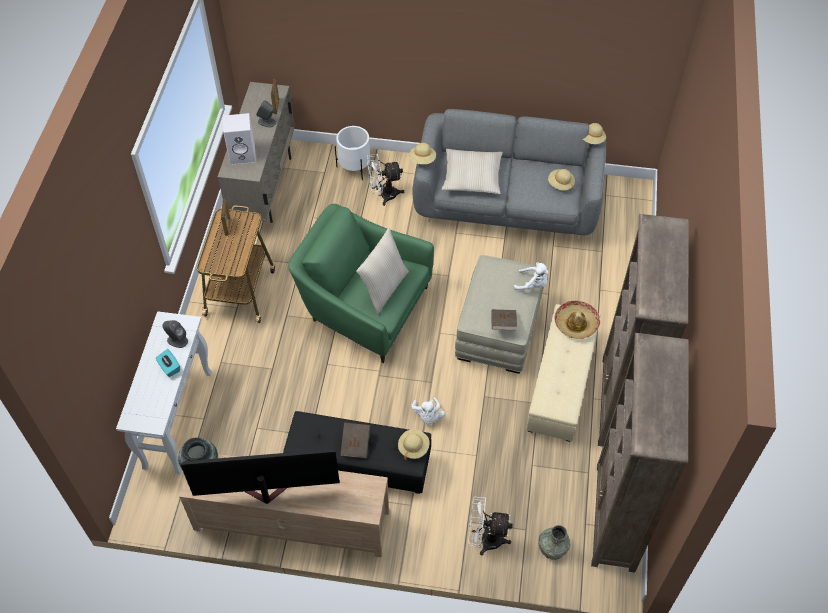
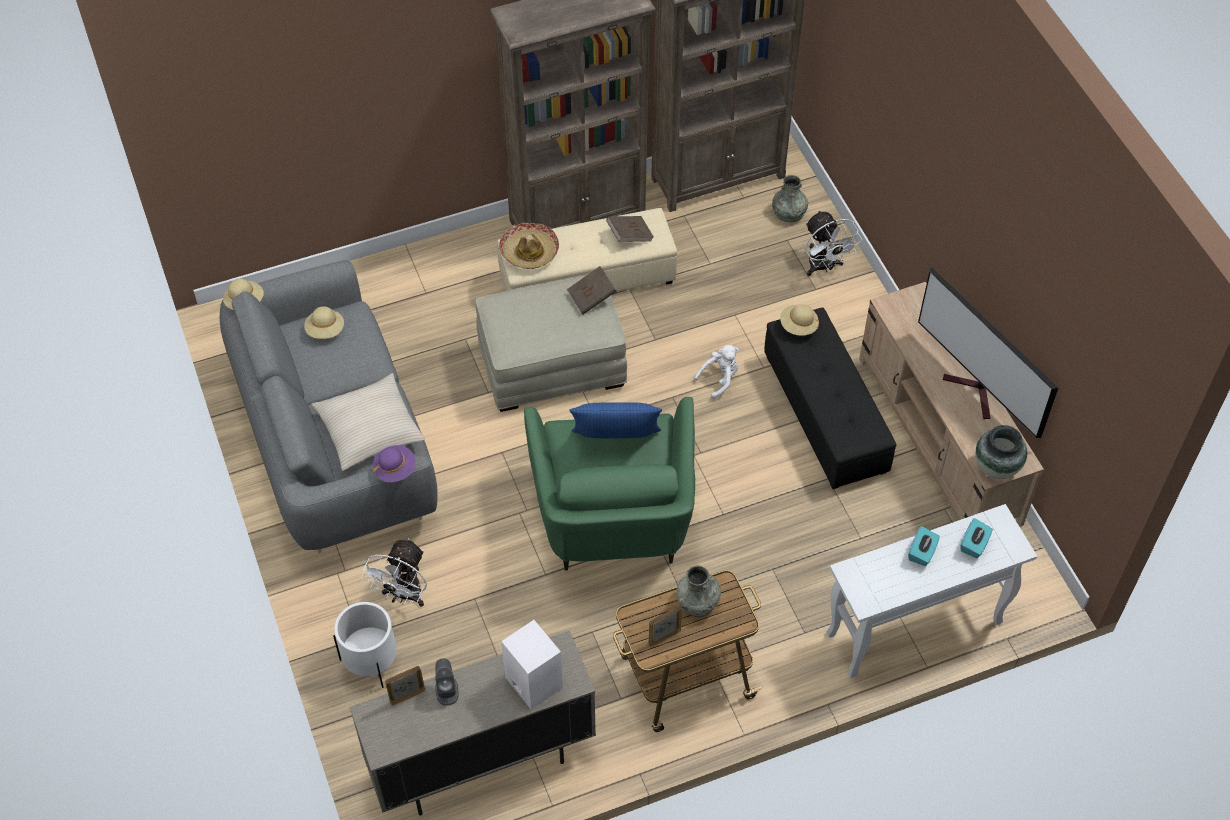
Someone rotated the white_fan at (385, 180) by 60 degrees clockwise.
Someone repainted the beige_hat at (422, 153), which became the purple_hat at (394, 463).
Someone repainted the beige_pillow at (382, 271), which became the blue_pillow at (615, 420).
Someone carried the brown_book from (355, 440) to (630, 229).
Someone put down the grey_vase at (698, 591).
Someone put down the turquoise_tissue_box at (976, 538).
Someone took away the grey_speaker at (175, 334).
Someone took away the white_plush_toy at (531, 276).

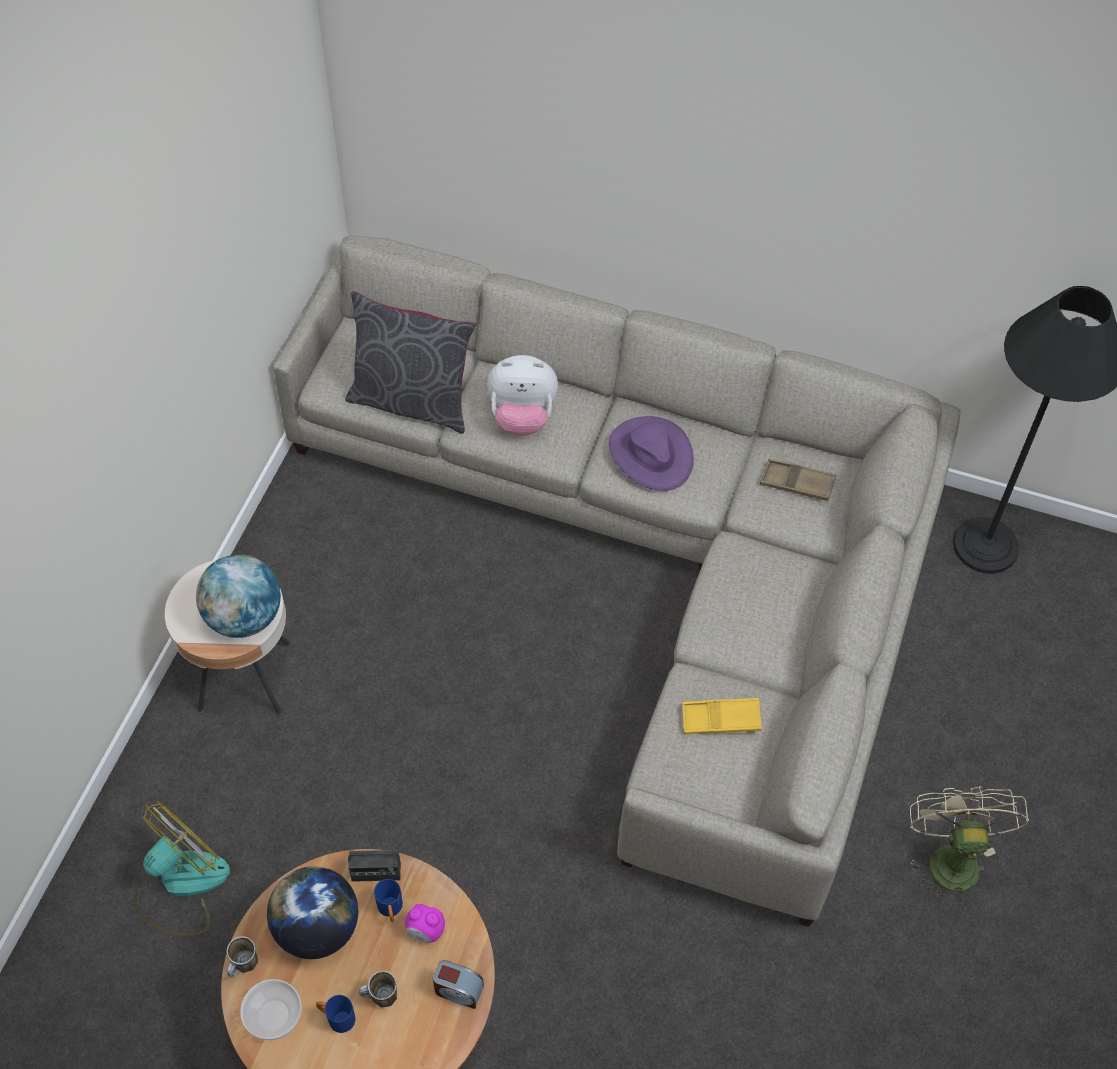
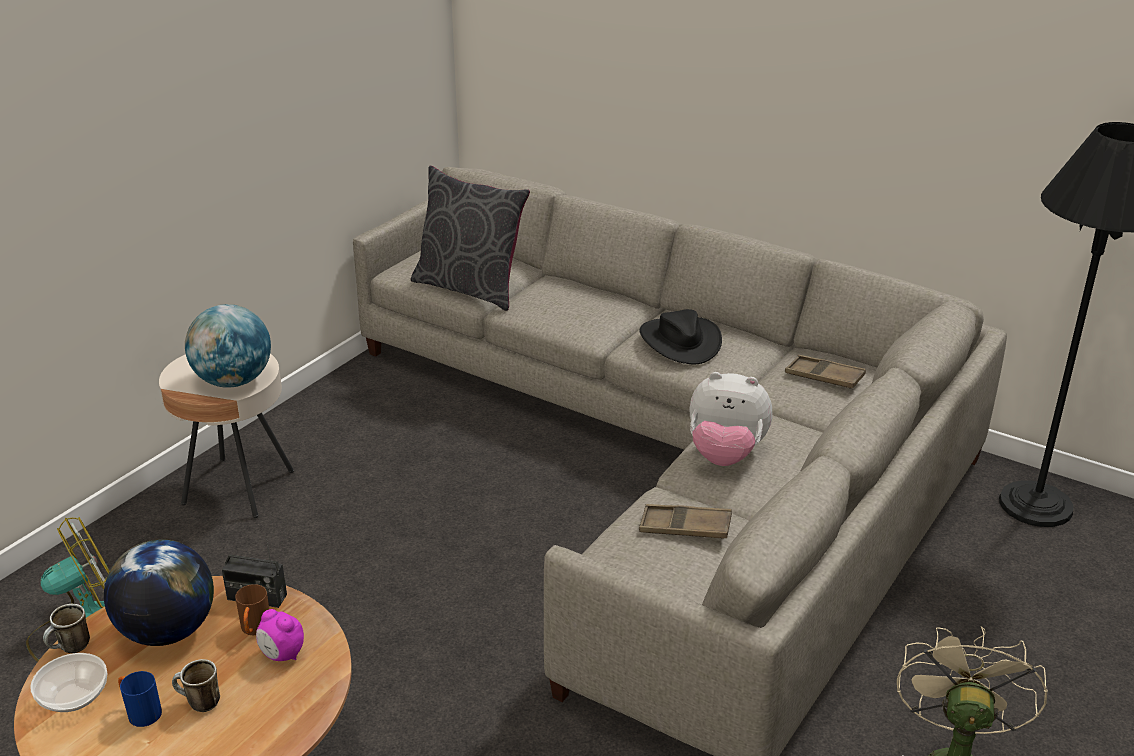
Someone repainted the blue_mug at (388, 900), which became the brown_mug at (252, 609).
Someone repainted the purple_hat at (651, 453), which became the black_hat at (680, 336).
Someone repainted the yellow_tray at (722, 716), which became the brown_tray at (685, 521).
Someone carried the plush_toy from (522, 395) to (731, 419).
Someone took away the alarm_clock at (458, 984).

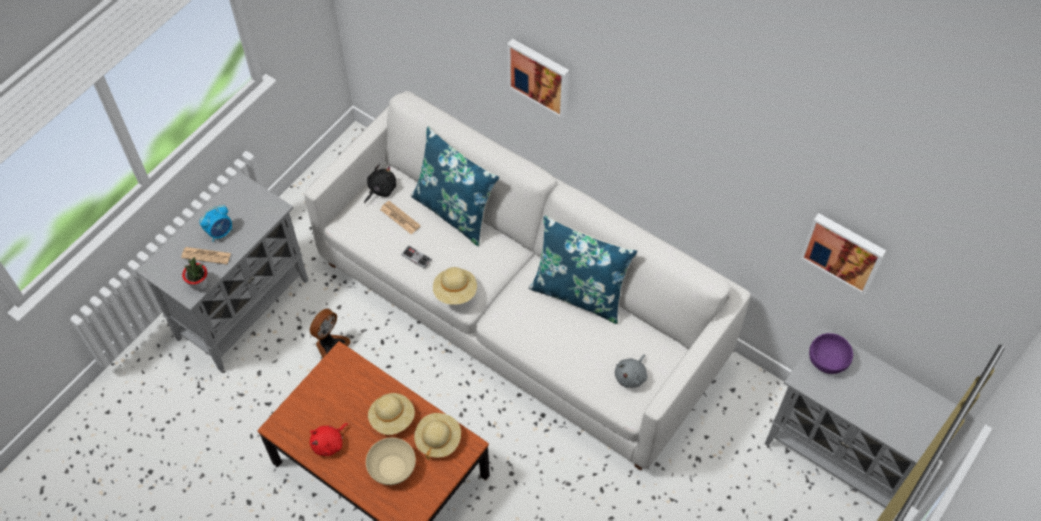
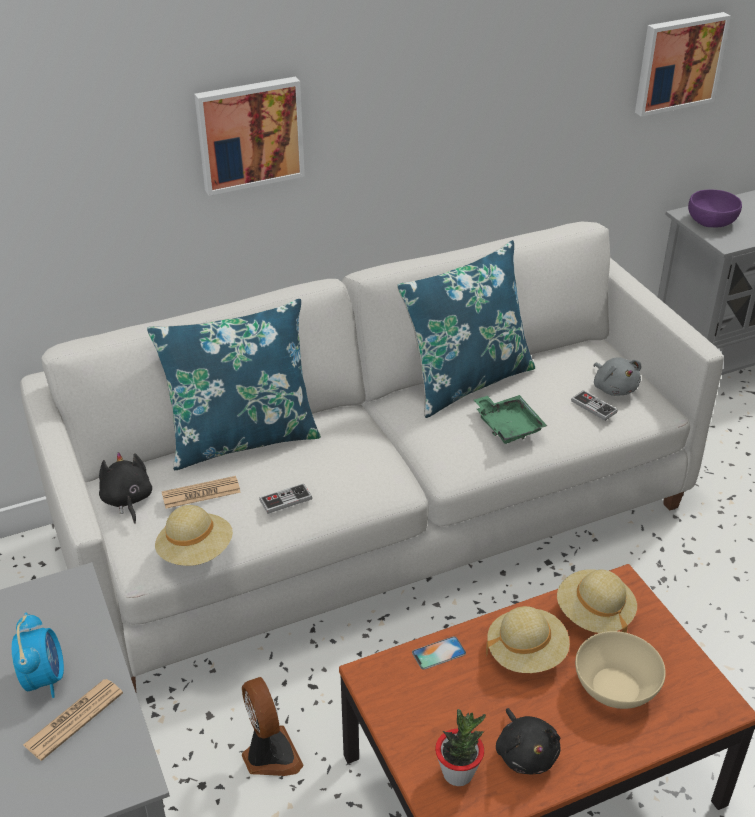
Someone carried the beige_hat from (455, 286) to (194, 535).
Someone put down the phone at (439, 653).
Someone carried the potted_plant from (194, 274) to (460, 747).
Someone put down the green_tray at (510, 419).
Someone repainted the red_plush_toy at (329, 439), which became the black_plush_toy at (528, 741).
Someone put down the game_controller at (594, 405).

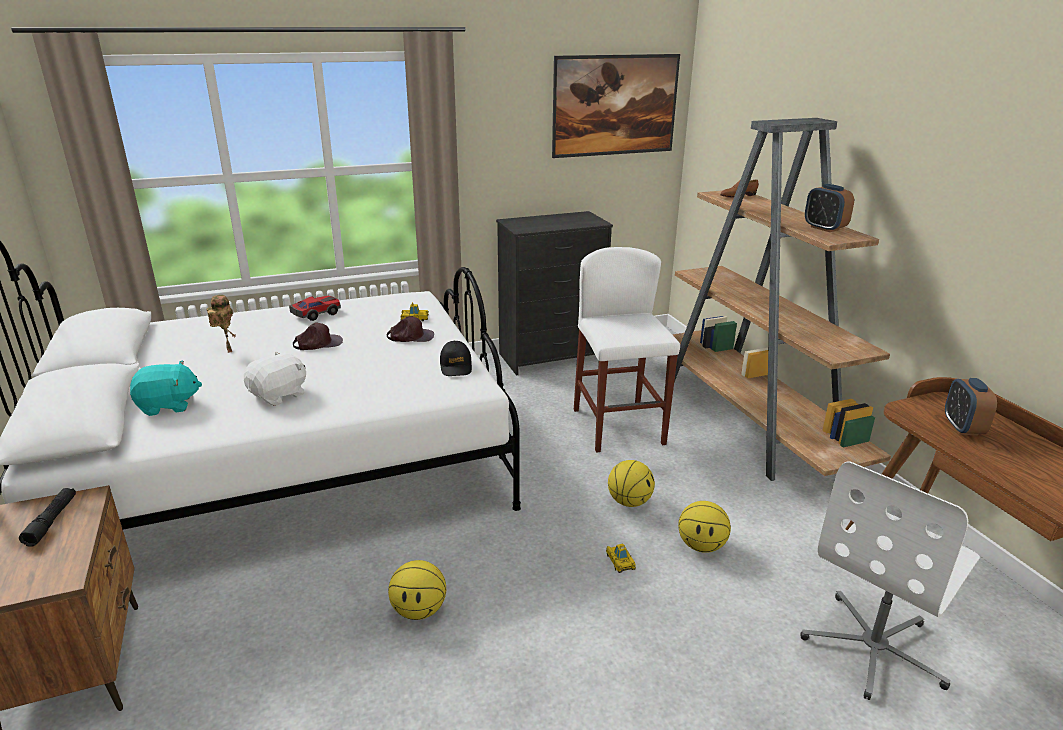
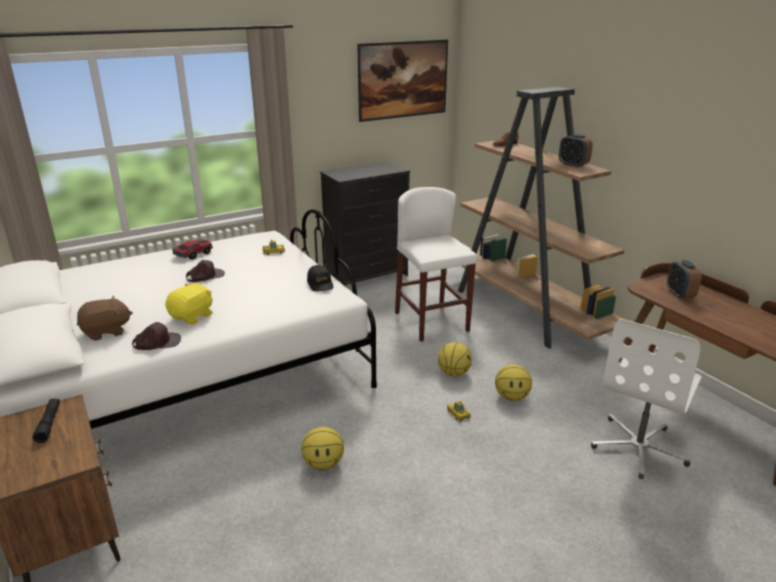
Someone repainted the turquoise_plush_toy at (166, 388), which became the brown_plush_toy at (105, 318).
Someone carried the brown_cap from (410, 329) to (156, 336).
Someone repainted the white_plush_toy at (275, 379), which became the yellow_plush_toy at (189, 303).
Someone took away the toy_robot at (221, 324).

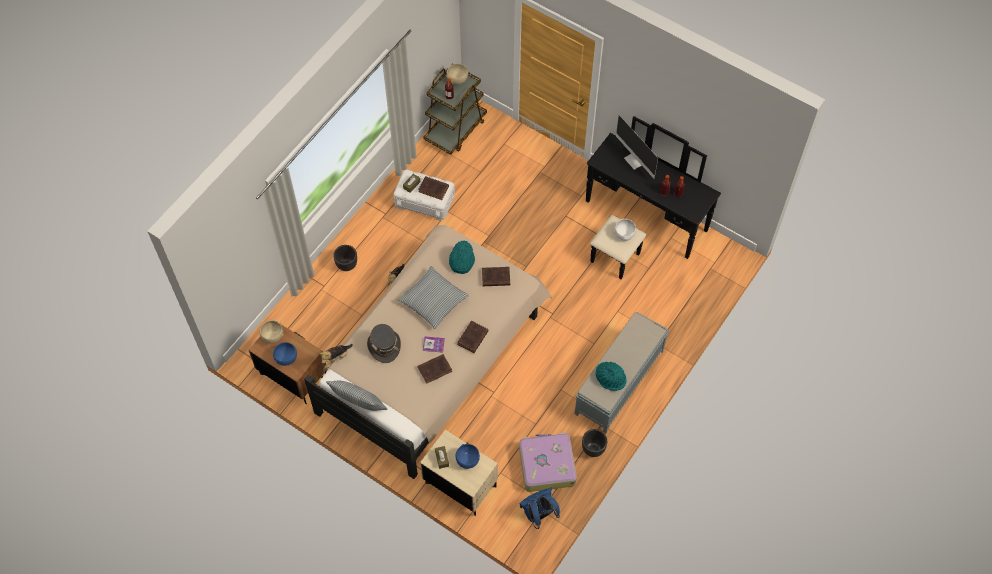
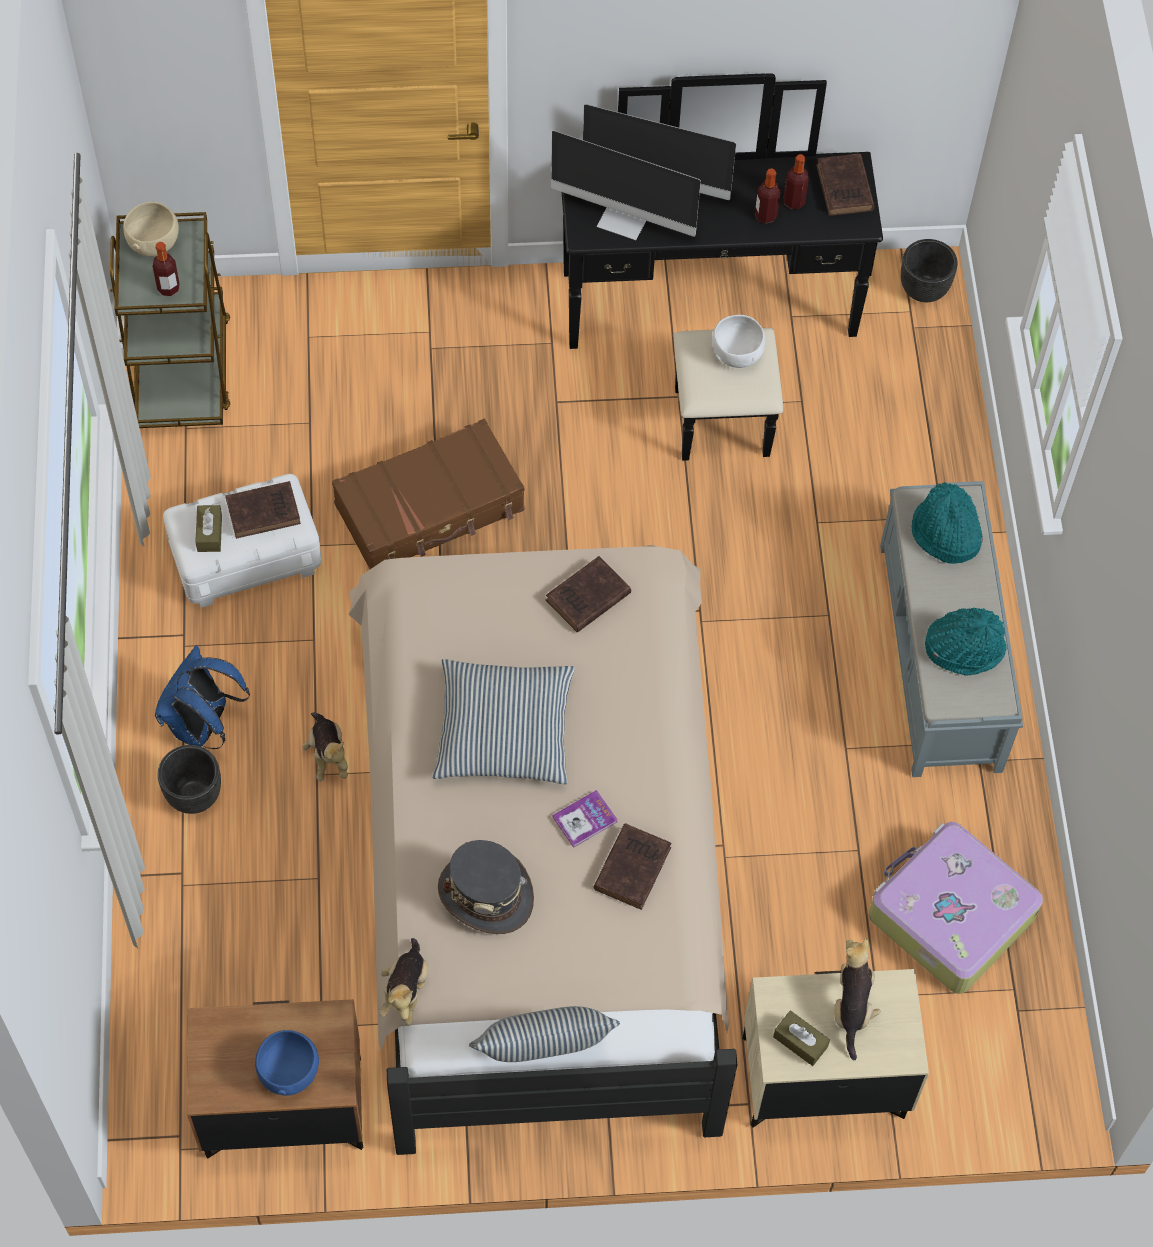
Someone carried the blue_backpack from (540, 508) to (202, 697).
Someone put down the brown_suitcase at (428, 494).
Someone put down the monitor at (626, 185).
Someone carried the brown_book from (473, 337) to (845, 184).
Someone swapped the blue_bowl at (467, 456) for the plush_toy at (857, 999).
Someone carried the black_planter from (594, 443) to (929, 270).
Someone carried the turquoise_hat from (462, 257) to (947, 523).
Someone took away the beige_bowl at (271, 332).

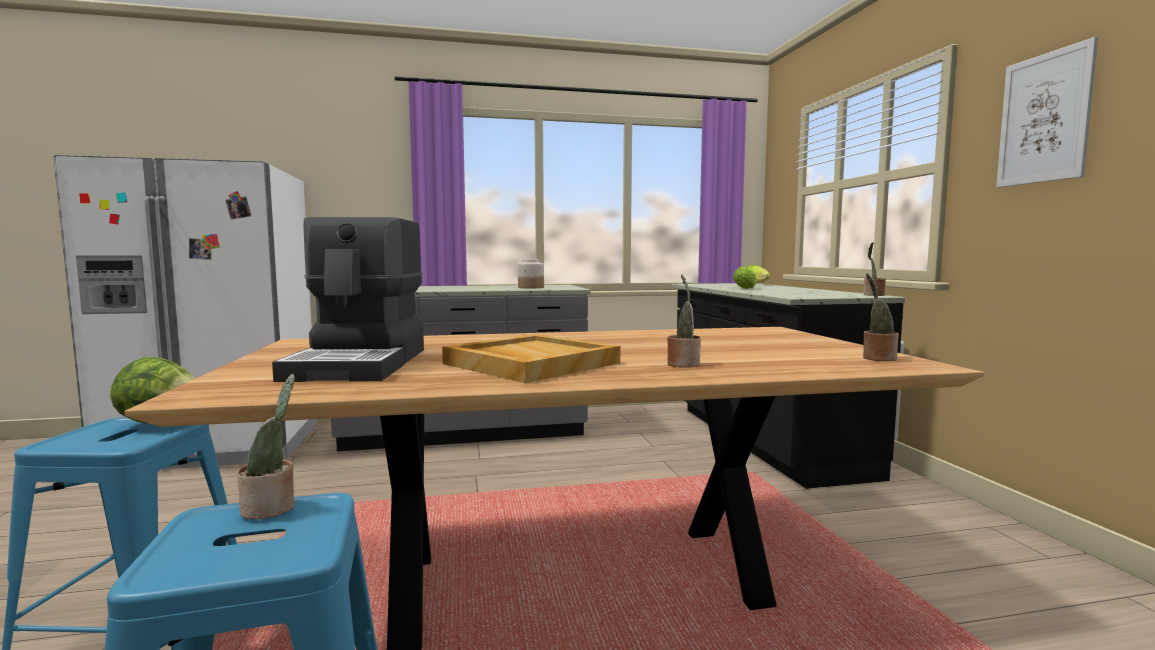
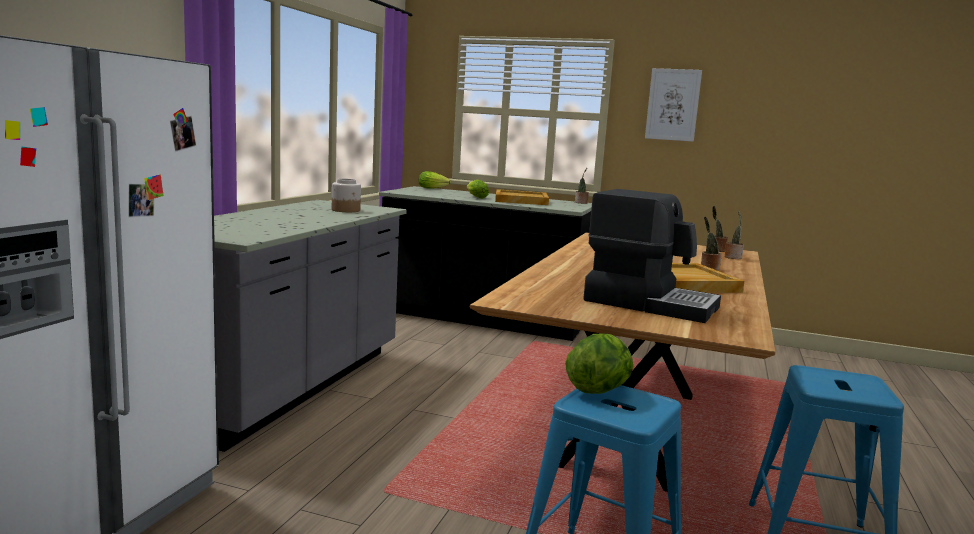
Someone put down the beige_tray at (522, 197).
Someone carried the potted_plant from (266, 447) to (734, 234).

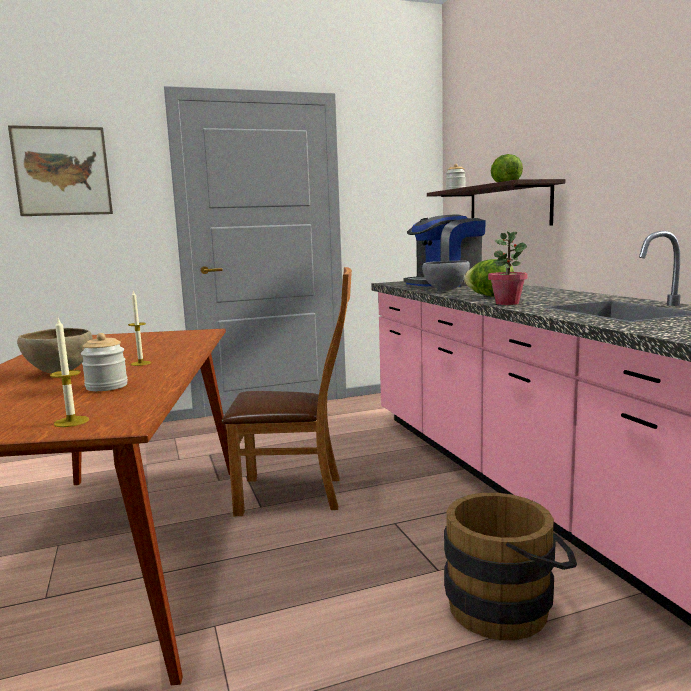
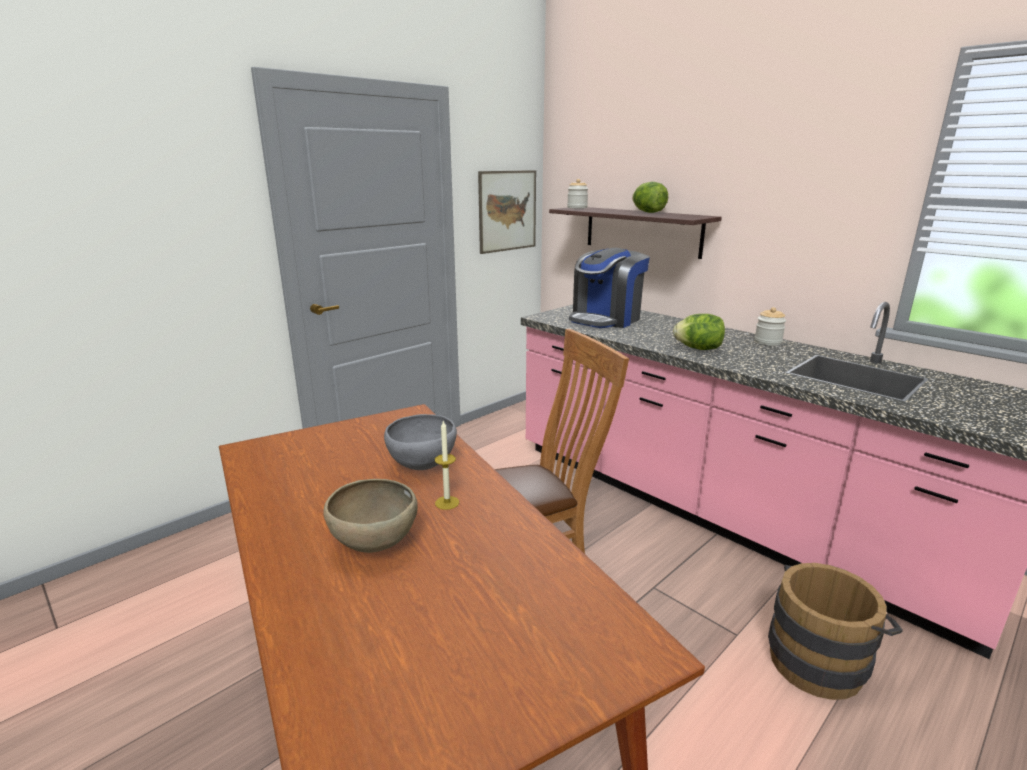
Someone carried the grey_bowl from (446, 275) to (420, 442).
Someone carried the picture from (60, 170) to (507, 212).
Someone carried the jar from (104, 362) to (770, 326).
Someone took away the candle at (69, 372).
Someone took away the potted_plant at (508, 268).

